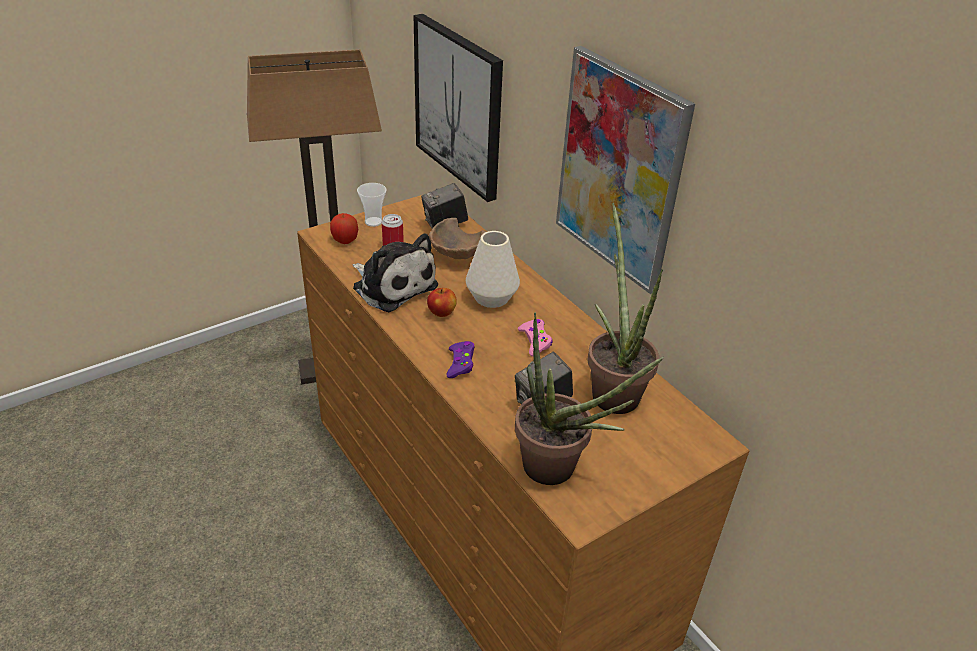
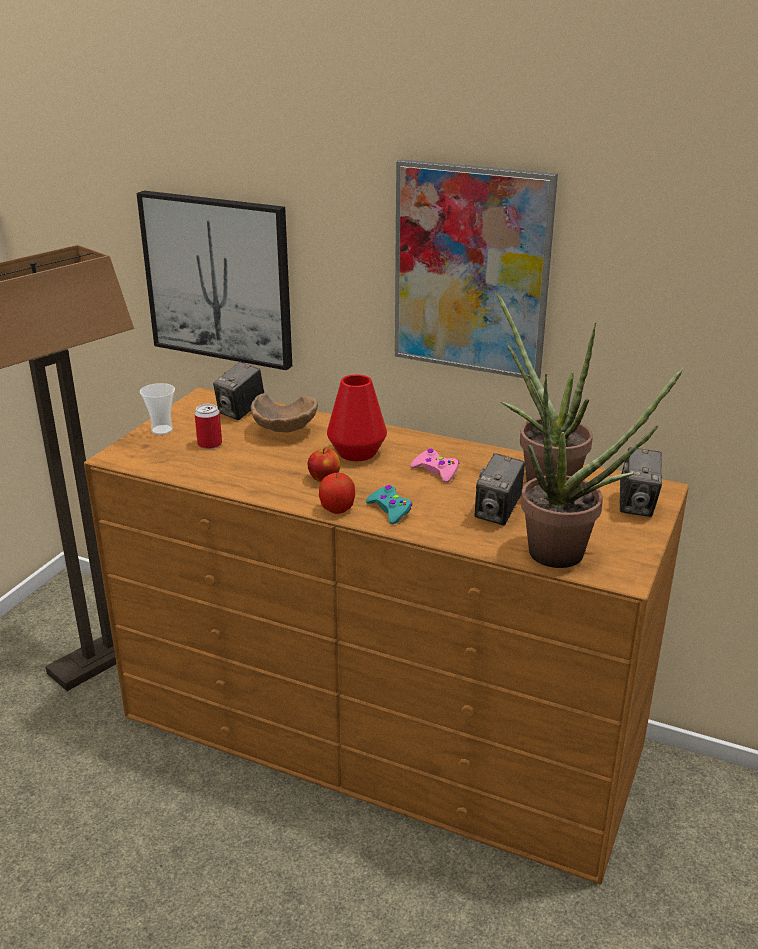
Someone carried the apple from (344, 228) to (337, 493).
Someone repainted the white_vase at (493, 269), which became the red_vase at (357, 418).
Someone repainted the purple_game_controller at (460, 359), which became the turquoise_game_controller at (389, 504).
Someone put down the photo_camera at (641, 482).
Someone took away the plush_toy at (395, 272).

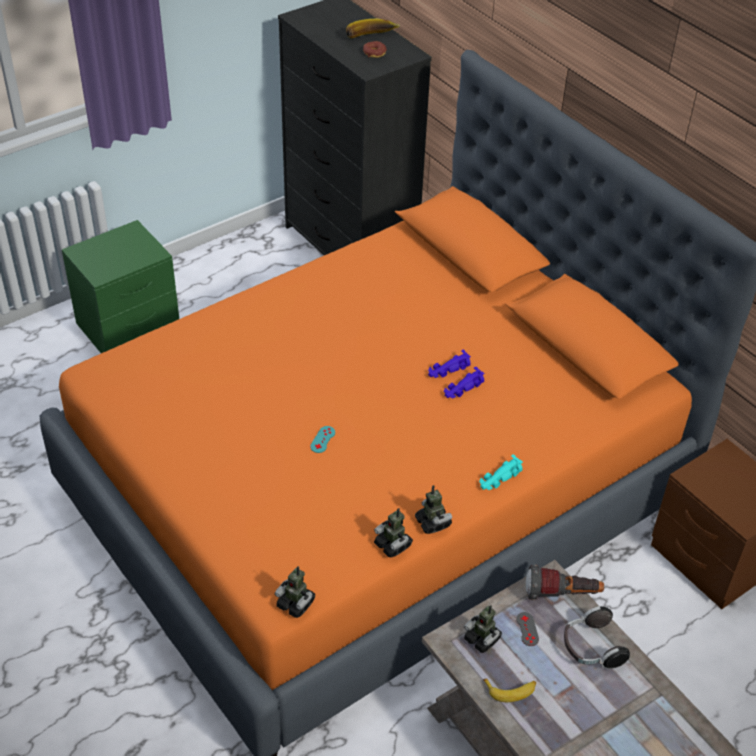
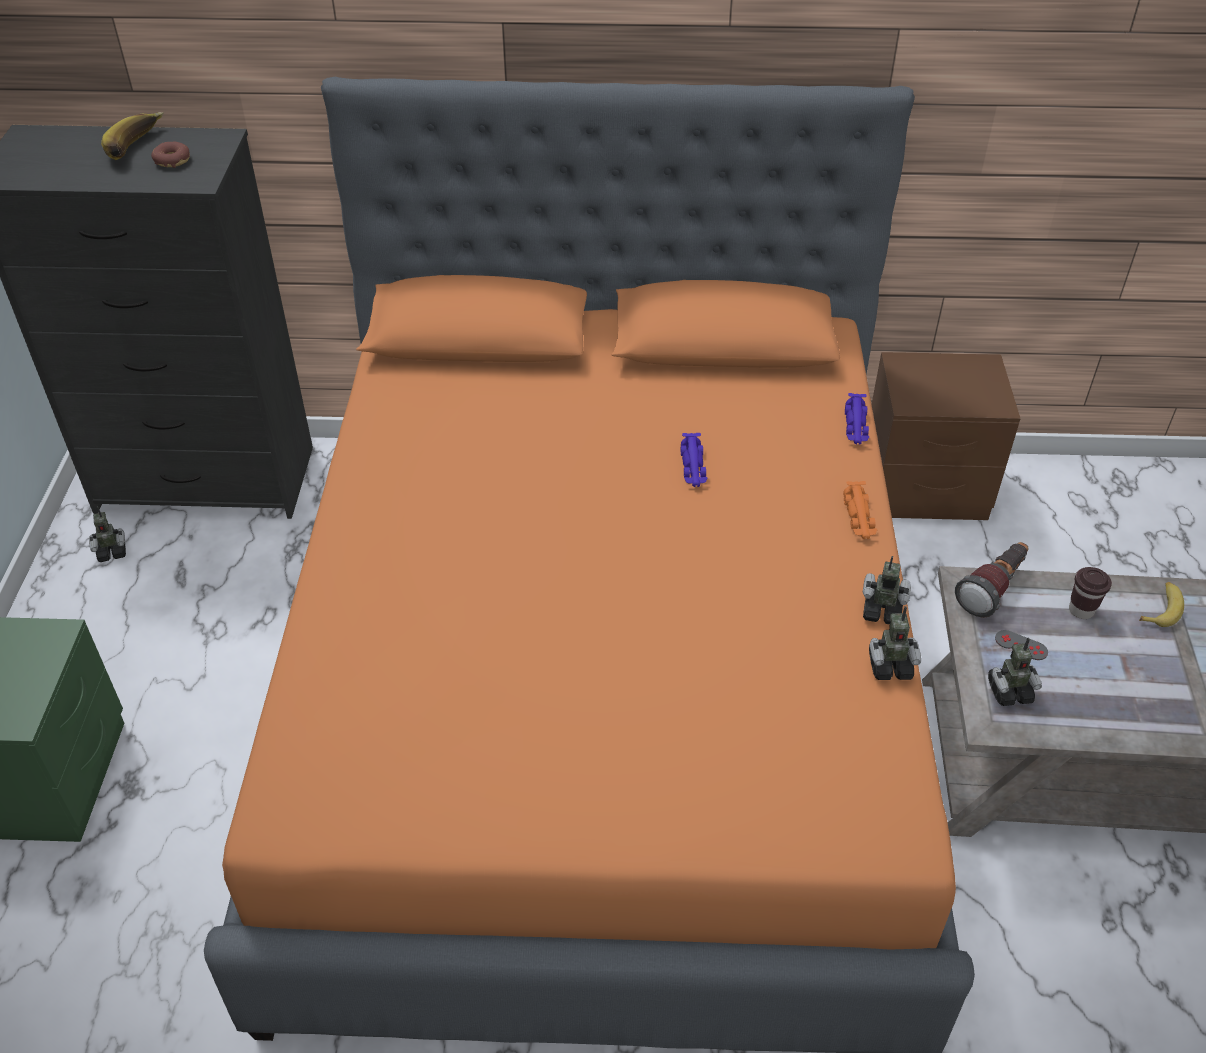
Someone carried the toy_robot from (295, 592) to (107, 534).
Someone repainted the turquoise_toy_car at (501, 472), which became the orange_toy_car at (860, 510).
Someone carried the purple_toy_car from (449, 363) to (857, 419).
Someone swapped the headphones at (597, 637) for the brown_cup at (1090, 593).
Someone carried the banana from (509, 690) to (1161, 604).
Someone took away the turquoise_game_controller at (322, 439).

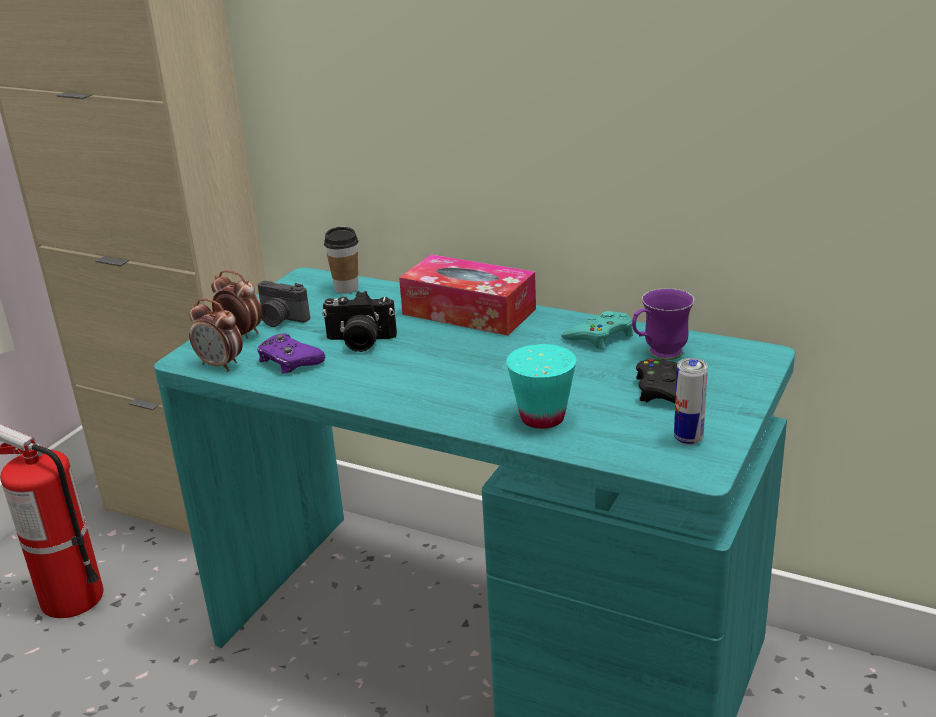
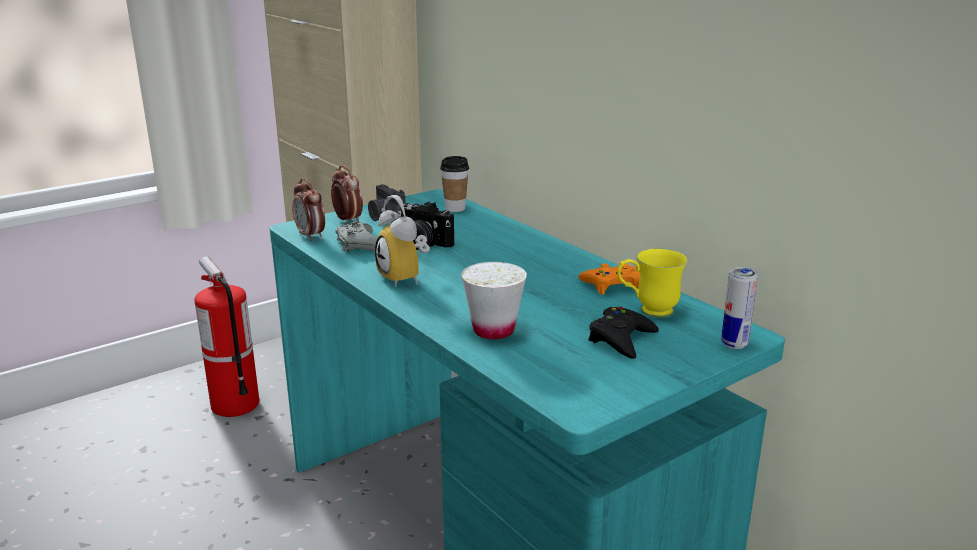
Someone repainted the purple_game_controller at (291, 353), which became the grey_game_controller at (356, 236).
Someone put down the alarm_clock at (402, 241).
Someone repainted the turquoise_cup at (541, 386), which became the white_cup at (494, 300).
Someone repainted the turquoise_game_controller at (597, 330), which became the orange_game_controller at (609, 279).
Someone repainted the purple_mug at (663, 324), which became the yellow_mug at (652, 283).
Someone carried the can from (691, 401) to (739, 308).
Someone took away the tissue_box at (467, 295).

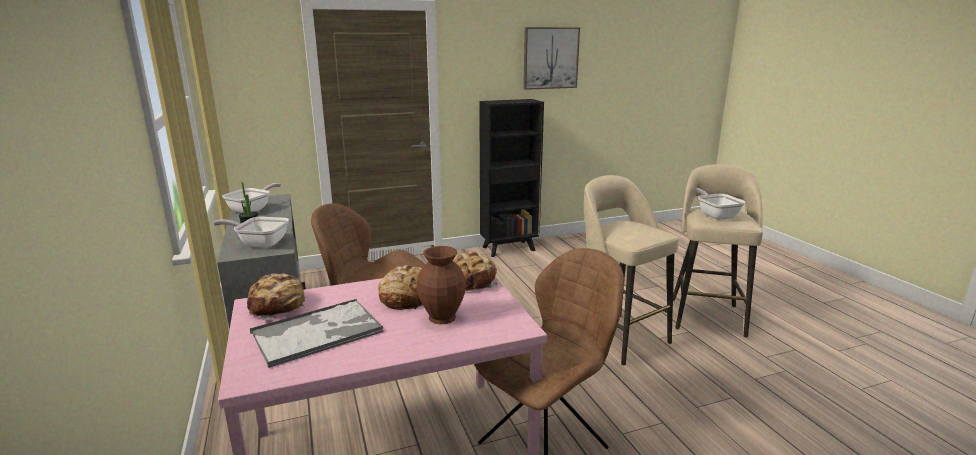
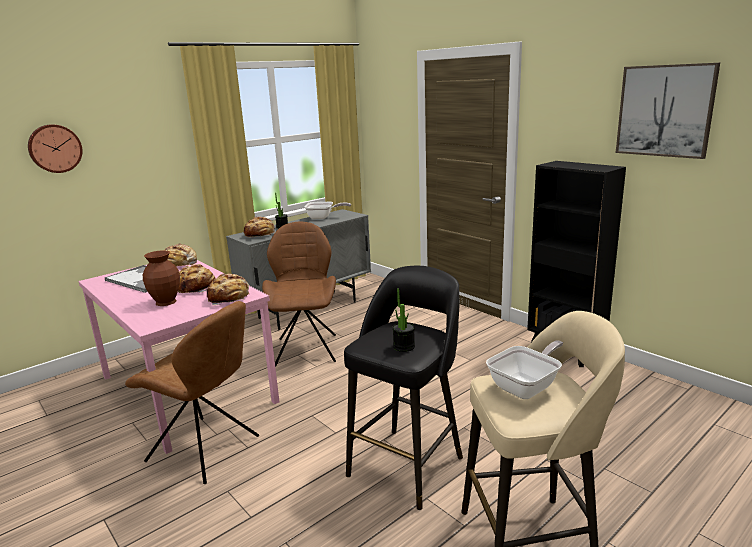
Someone put up the wall_clock at (55, 148).
Someone swapped the frying_pan at (251, 232) for the bread at (259, 227).
Someone repainted the beige_stool at (631, 270), which became the black_stool at (403, 388).
Someone put down the potted_plant at (403, 320).

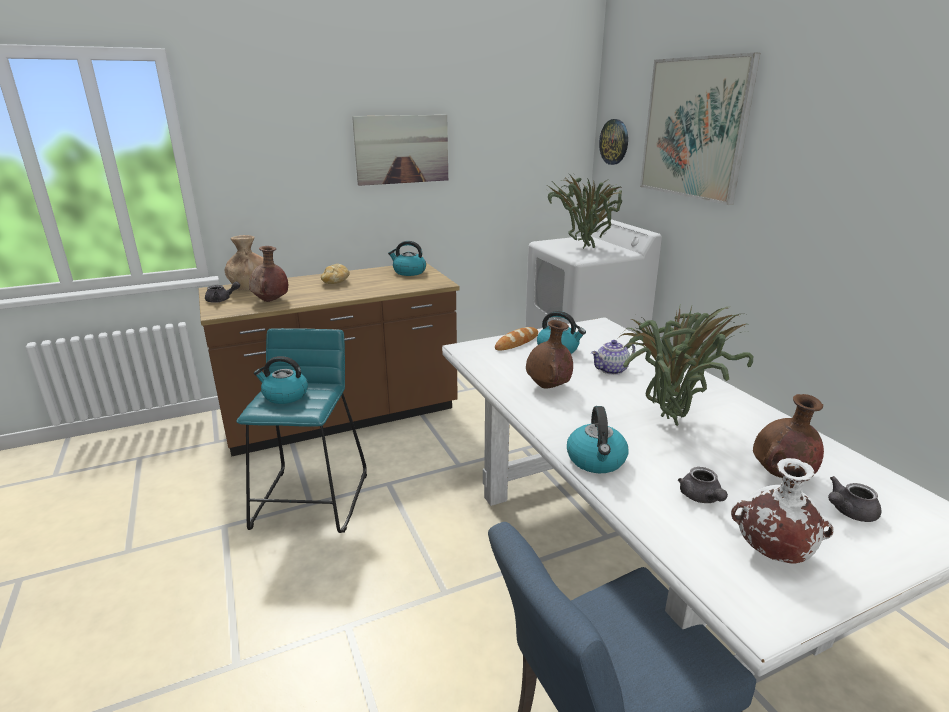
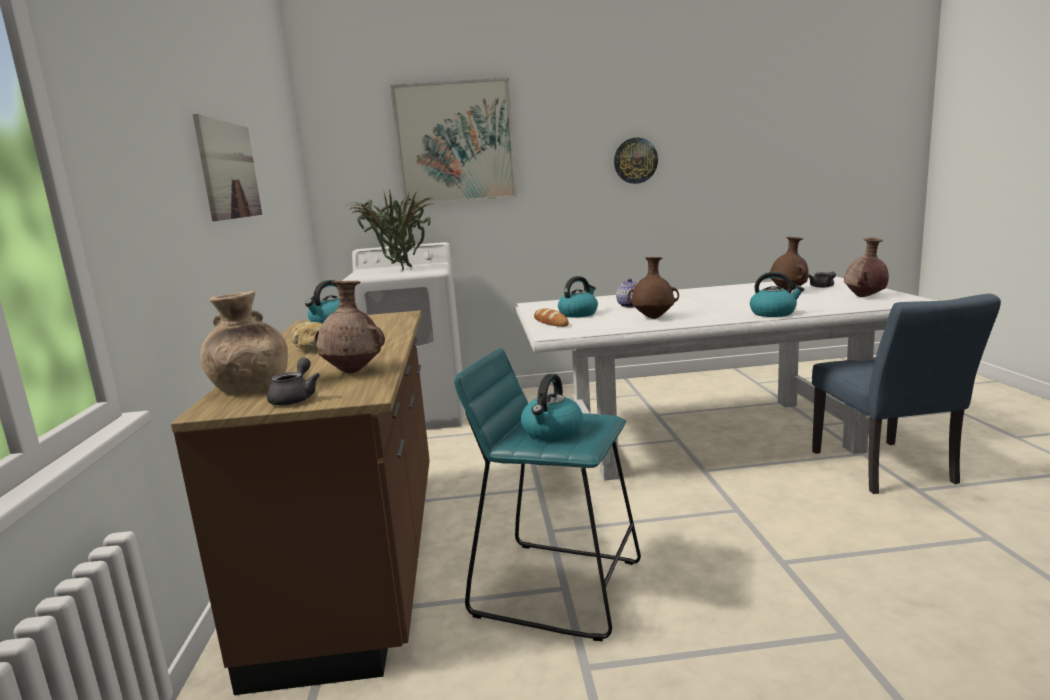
Someone carried the wall_clock from (613, 142) to (636, 161).
Someone repainted the white_vase at (782, 510), which became the brown_vase at (866, 267).
Someone took away the potted_plant at (685, 364).
Someone took away the grey_teapot at (703, 485).

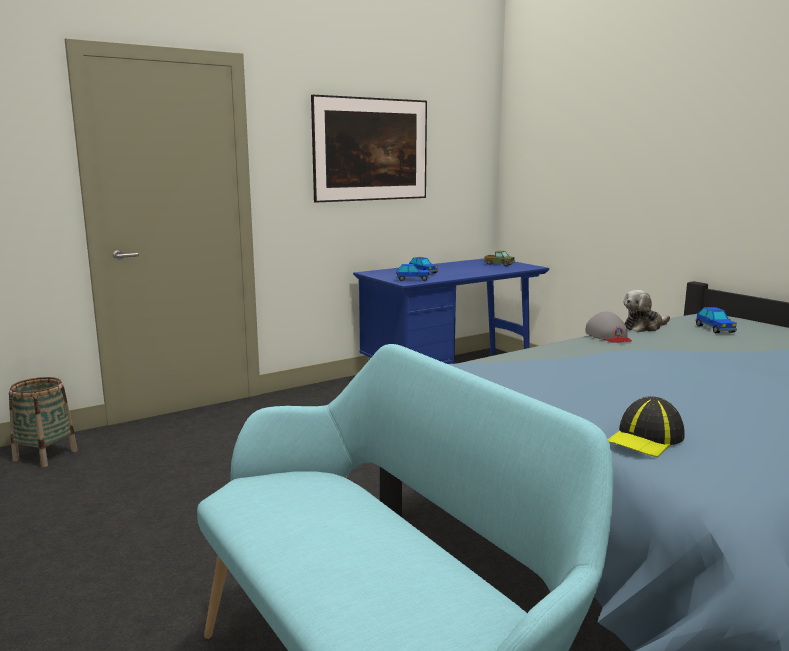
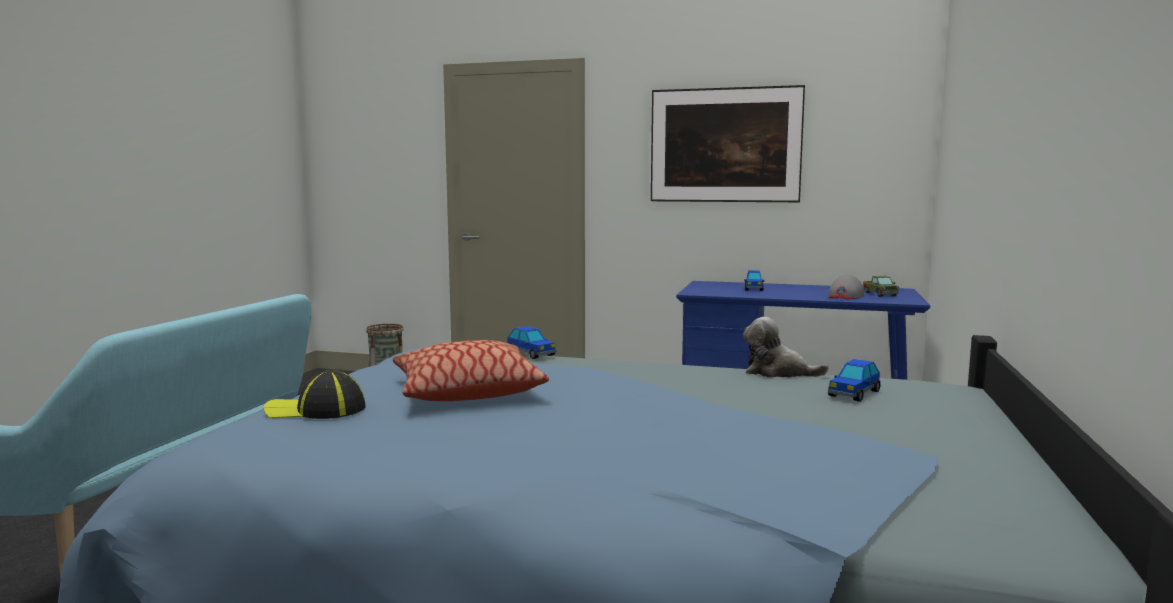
Someone put down the pillow at (471, 370).
Someone carried the toy_car from (413, 272) to (532, 342).
Someone carried the grey_cap from (608, 327) to (846, 287).

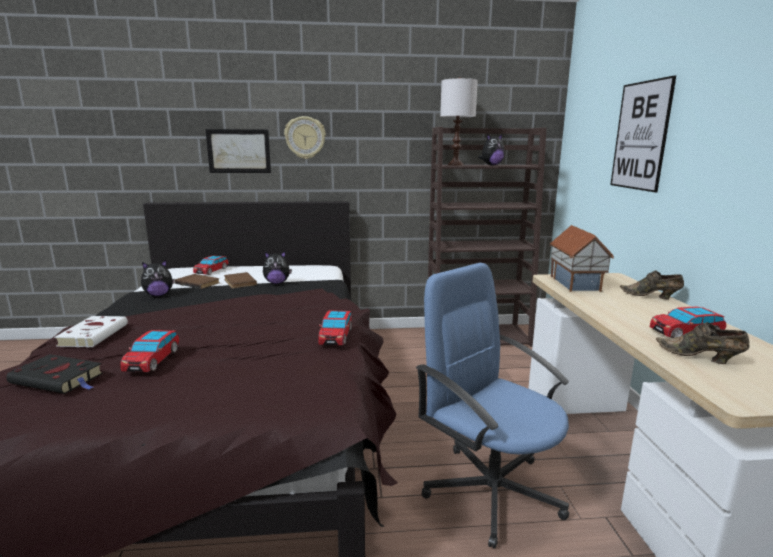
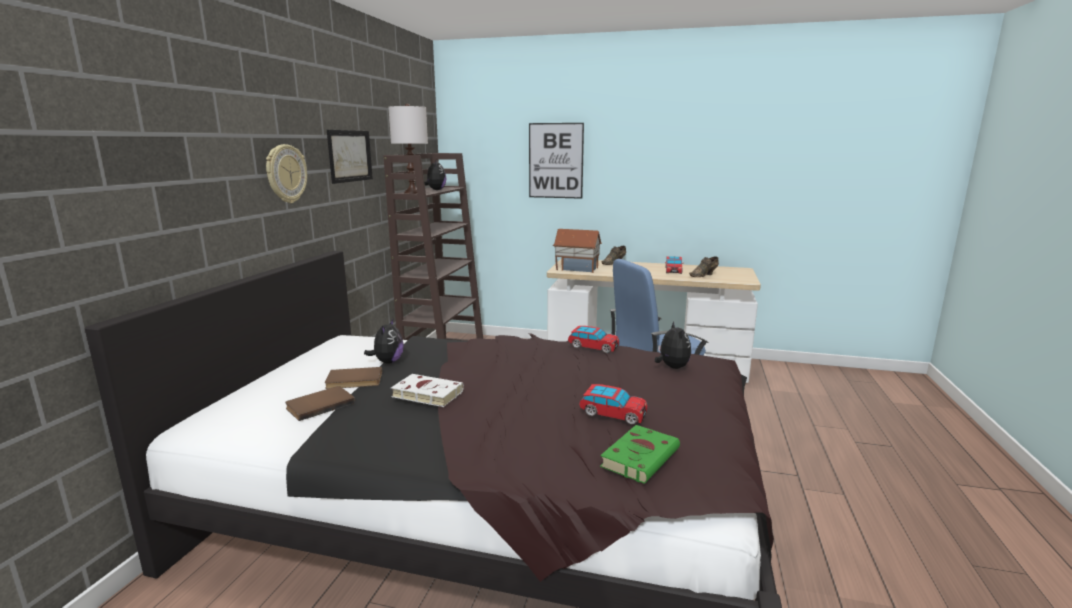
Someone carried the picture from (238, 151) to (350, 157).
Someone carried the white_book from (91, 332) to (427, 390).
Someone repainted the black_book at (54, 374), which became the green_book at (640, 454).
Someone carried the plush_toy from (158, 278) to (673, 345).
Someone took away the toy_car at (210, 265).

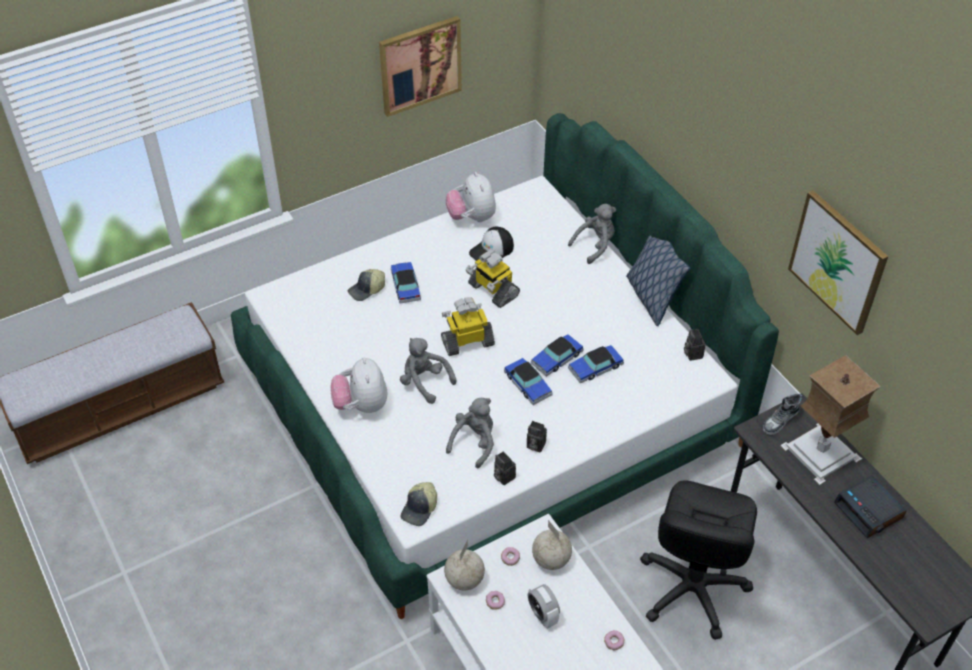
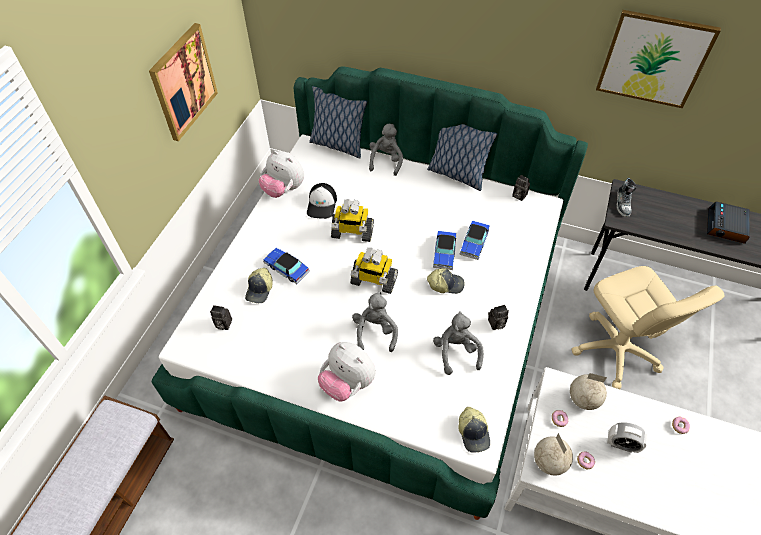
Someone carried the photo_camera from (505, 468) to (221, 317).
Someone put down the pillow at (338, 122).
Someone rotated the toy_robot at (468, 326) by 105 degrees counterclockwise.
Someone rotated the grey_plush_toy at (428, 371) by 90 degrees clockwise.
Someone swapped the toy_car at (528, 381) for the cap at (446, 281).
Someone repainted the black_office_chair at (698, 560), which became the beige_office_chair at (648, 327).
Someone rotated the alarm_clock at (870, 506) by 90 degrees clockwise.
Someone took away the table_lamp at (830, 420).

